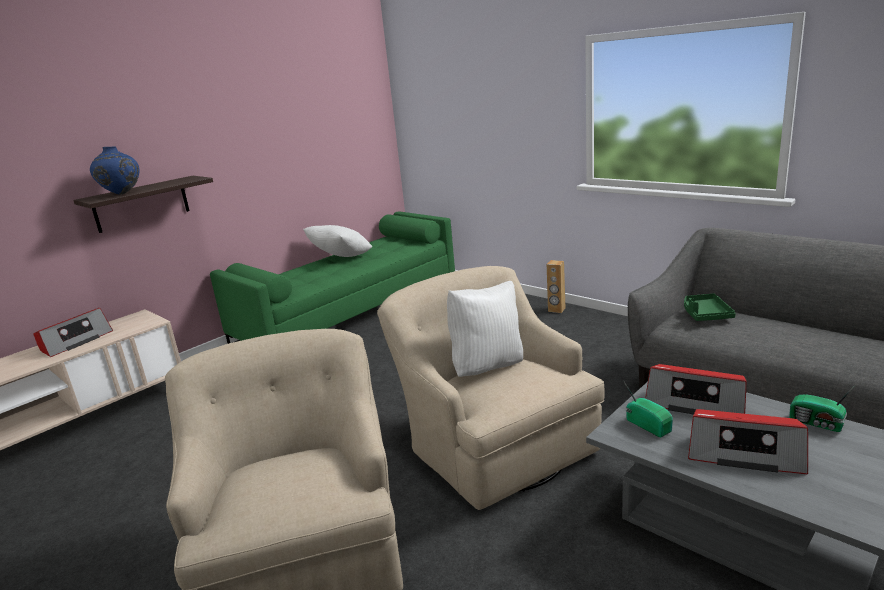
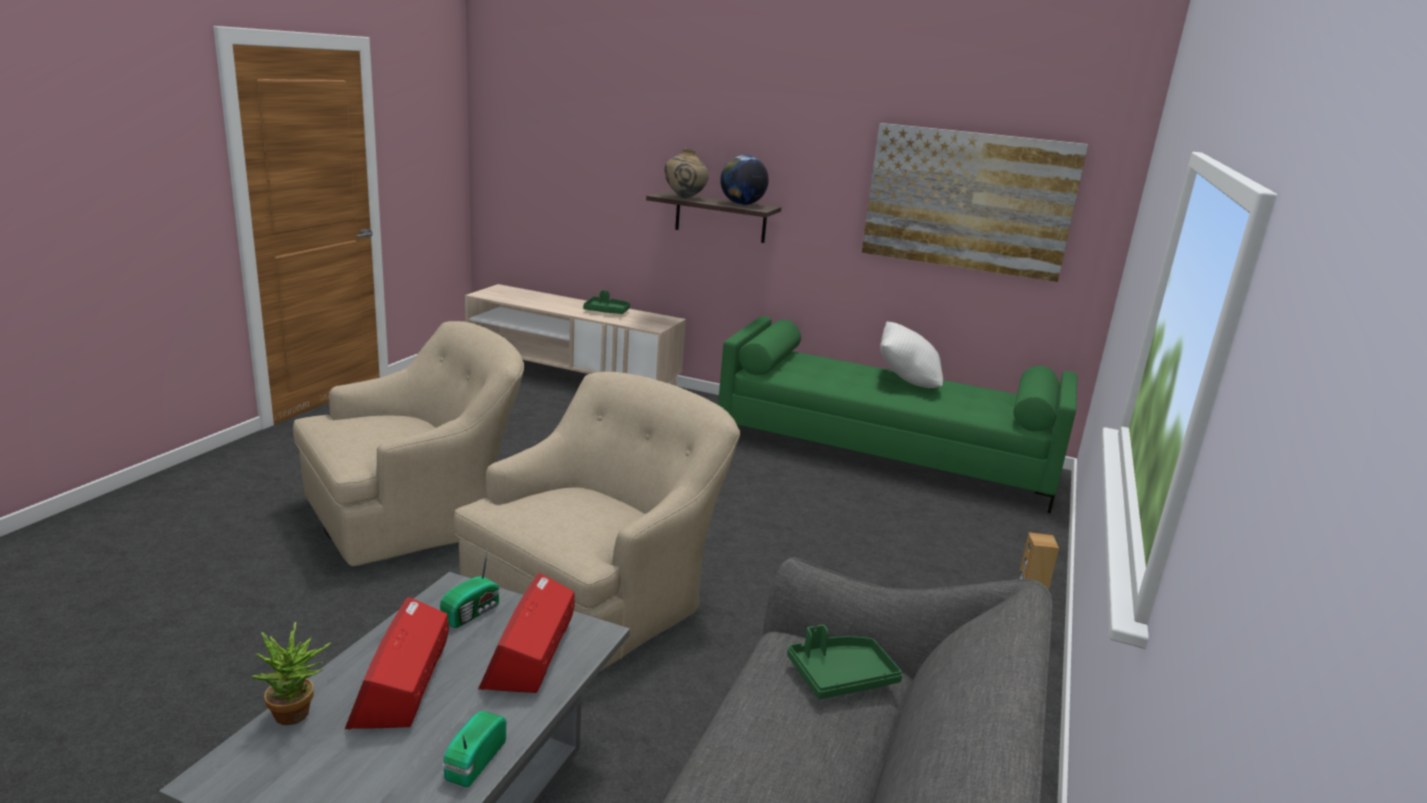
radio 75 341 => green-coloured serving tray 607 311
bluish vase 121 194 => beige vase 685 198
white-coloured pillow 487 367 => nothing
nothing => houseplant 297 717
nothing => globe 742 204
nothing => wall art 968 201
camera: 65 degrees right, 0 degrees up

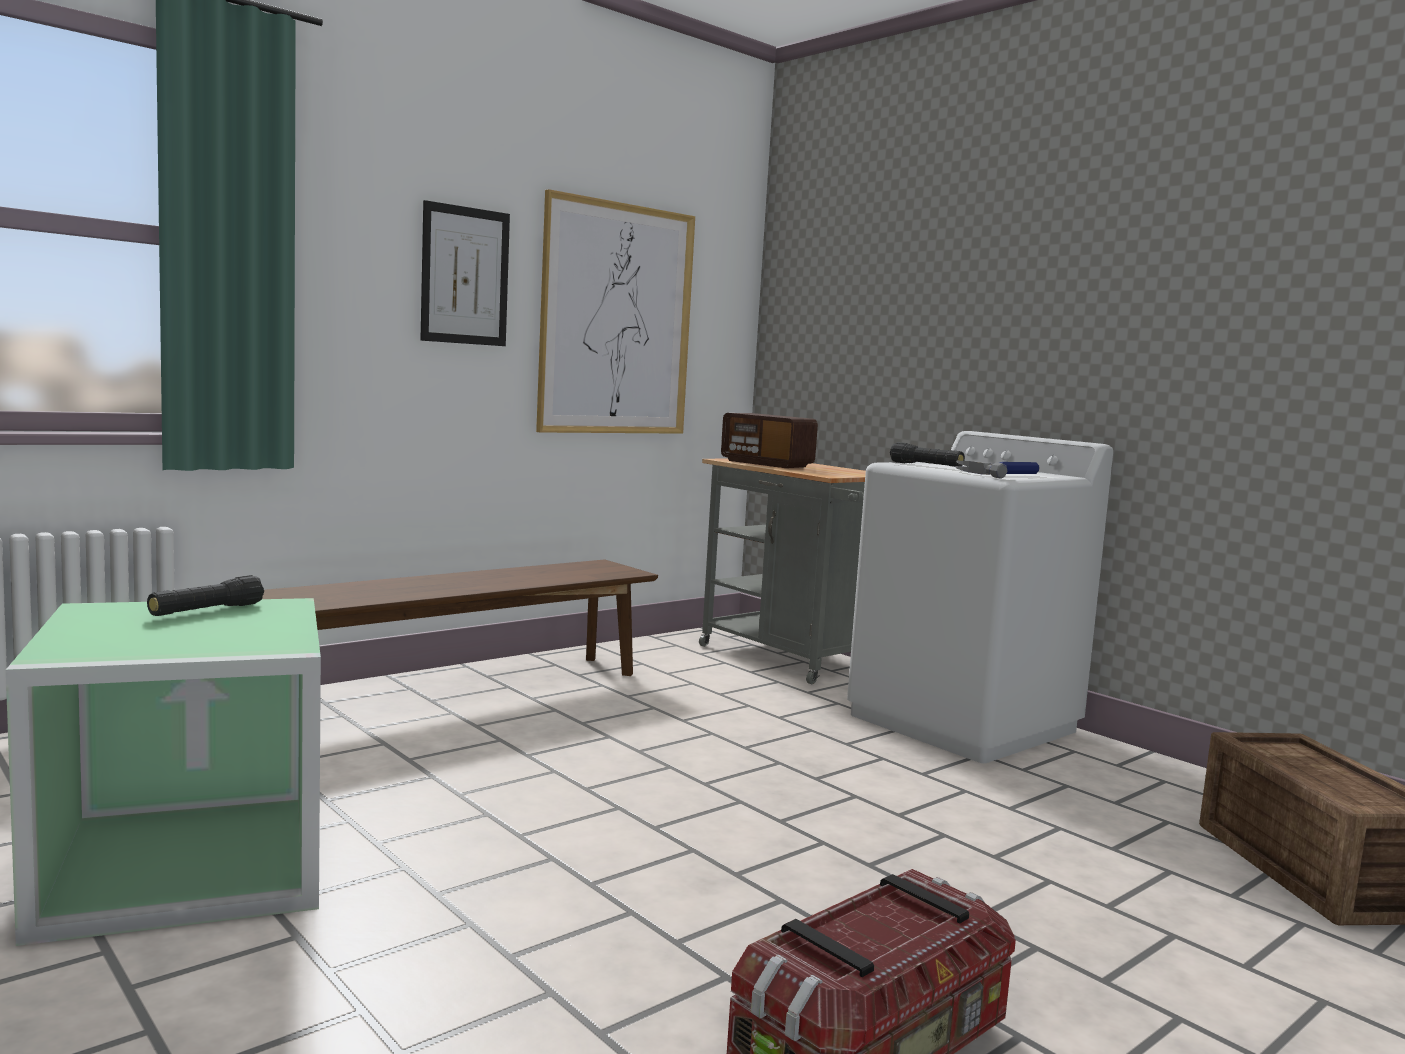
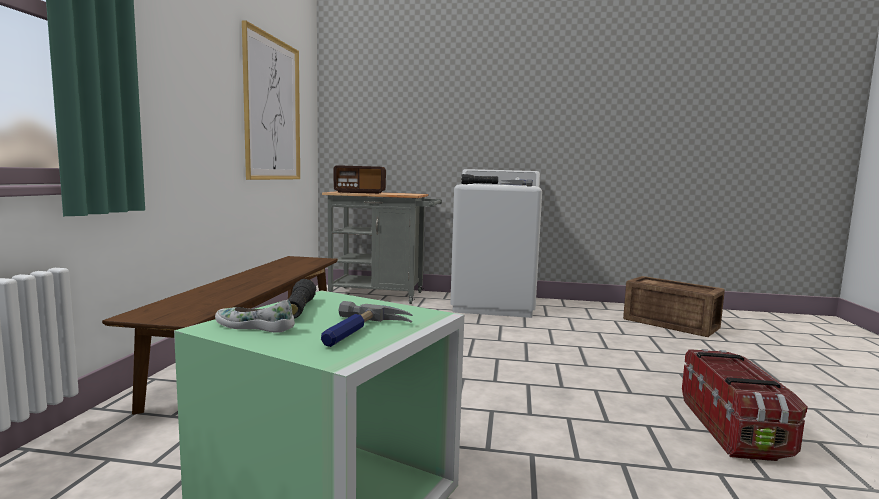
wall art 465 276 => nothing
nothing => white-coloured low shoe 255 326
nothing => hammer 358 332
camera: 40 degrees left, 0 degrees up

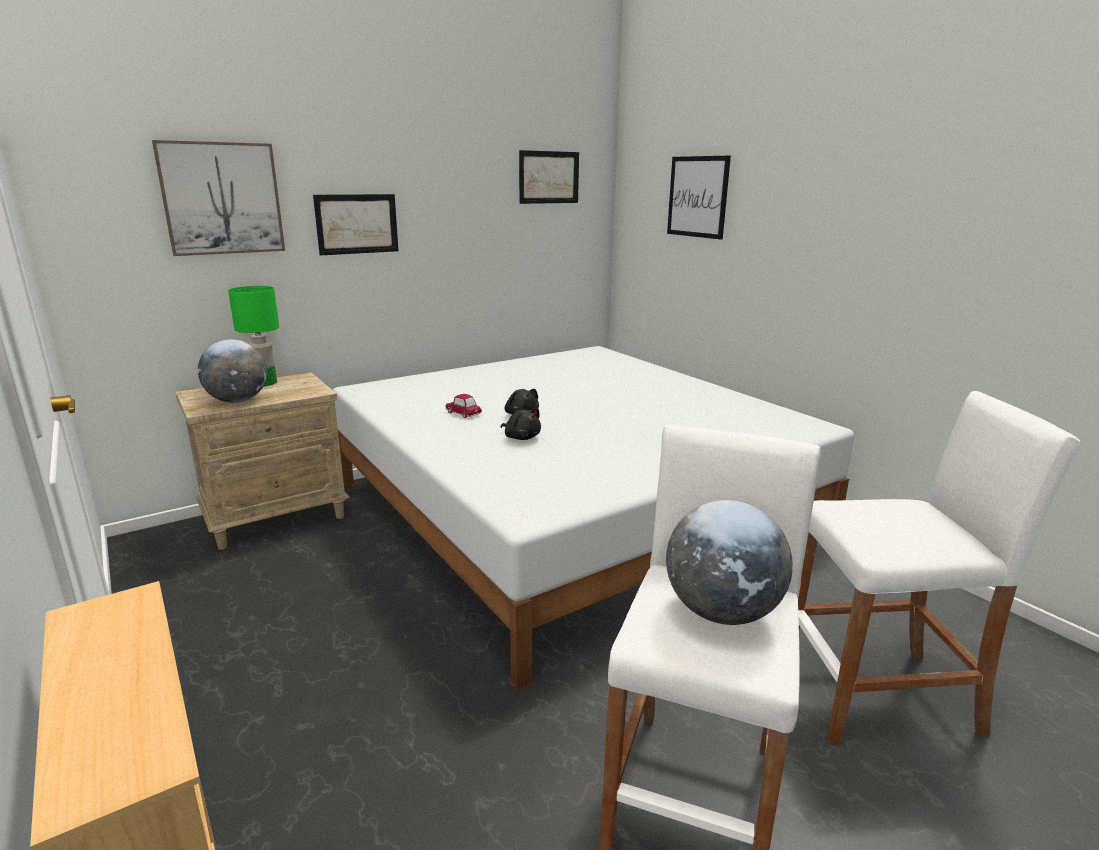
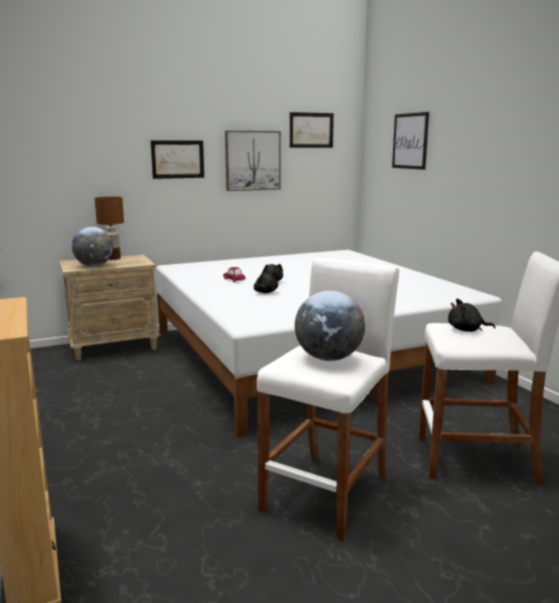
wall art 222 198 => wall art 252 160, move
green-coloured table lamp 265 383 => brown-coloured table lamp 113 258
nothing => black plush toy 466 330
camera: 10 degrees right, 5 degrees down

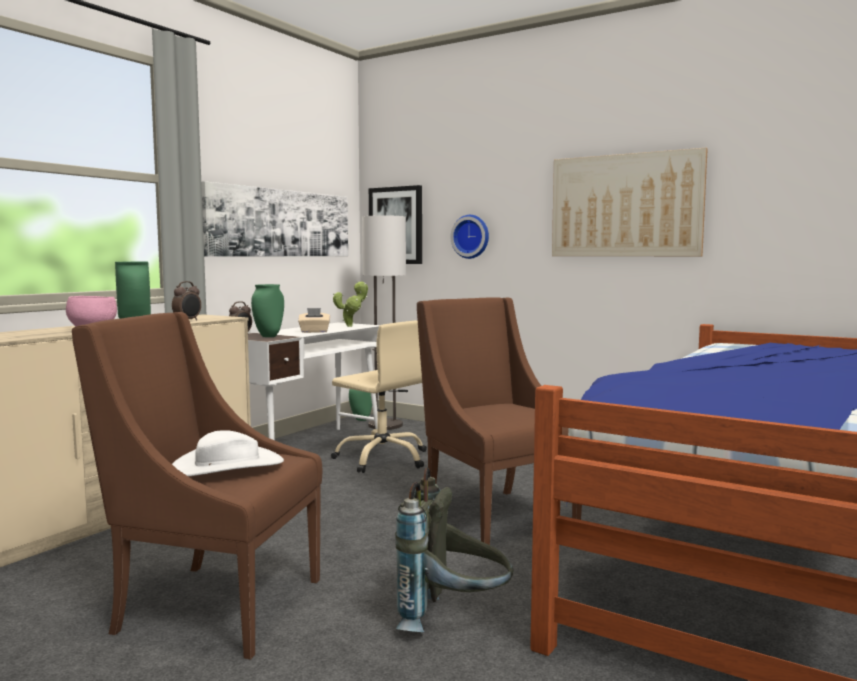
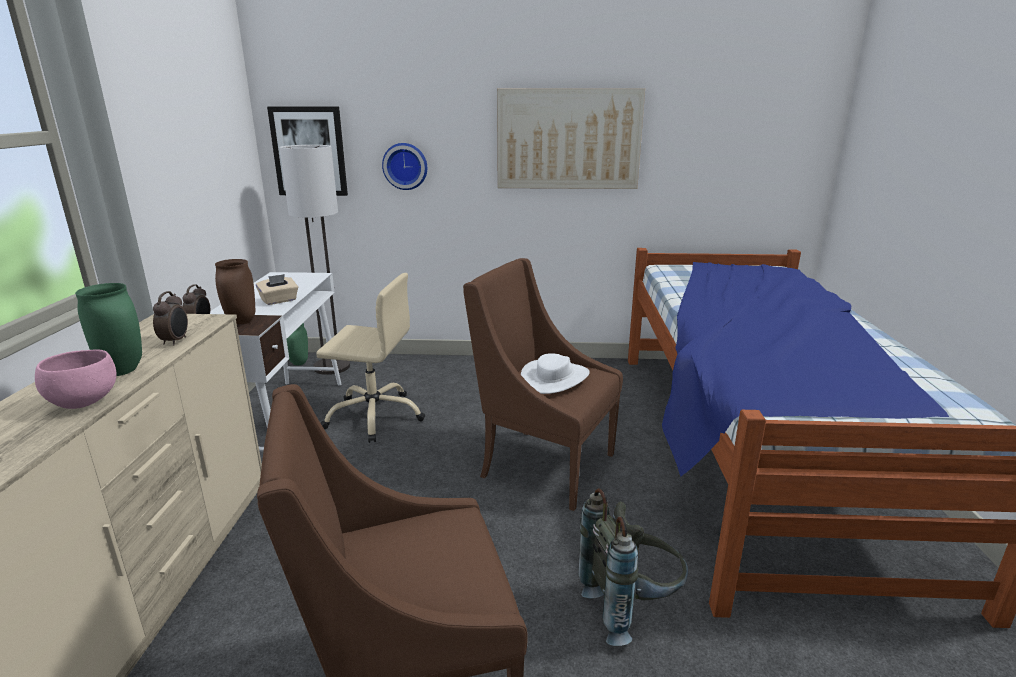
white-coloured hat 227 466 => white-coloured hat 555 378, move
wall art 281 223 => nothing
green-coloured vase 268 336 => brown-coloured vase 241 322
houseplant 351 326 => nothing
camera: 30 degrees left, 15 degrees up

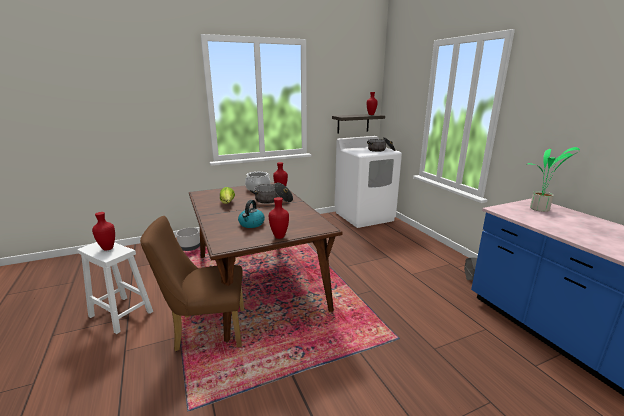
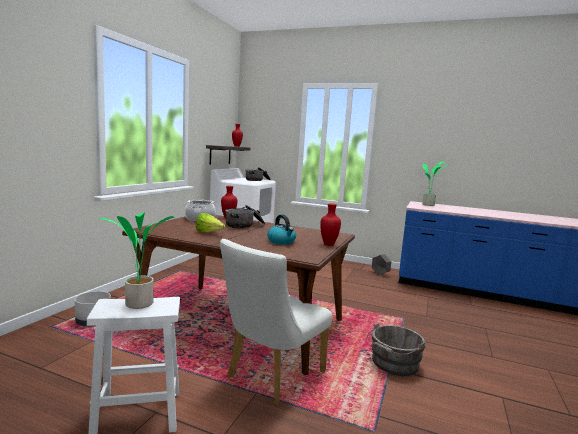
red vase 108 248 => houseplant 137 305
brown-coloured plain chair 205 330 => white-coloured plain chair 271 377
nothing => greyish pail 393 364
camera: 45 degrees left, 10 degrees down

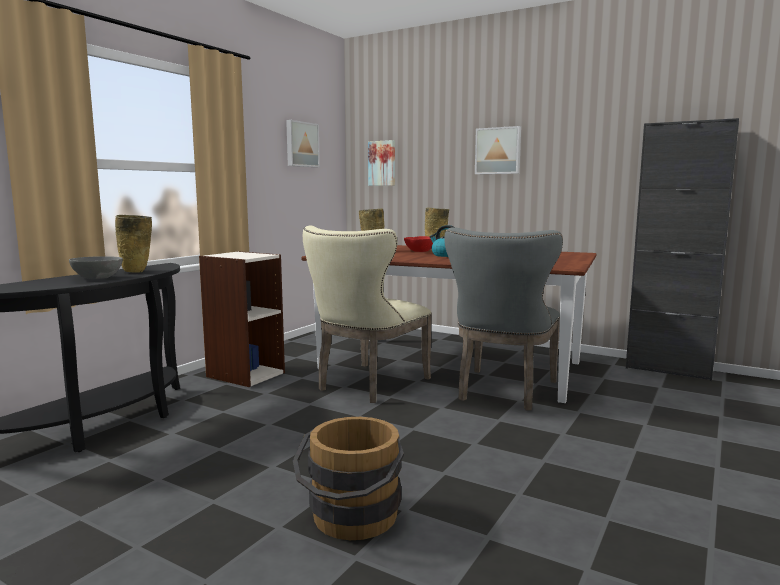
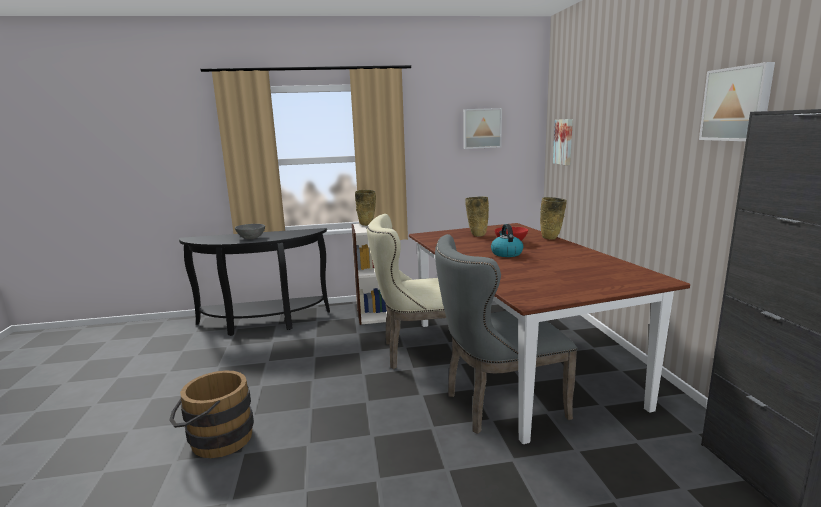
beige vase 136 272 => beige vase 366 225, move
wall art 498 151 => wall art 737 104, move
camera: 50 degrees right, 5 degrees up

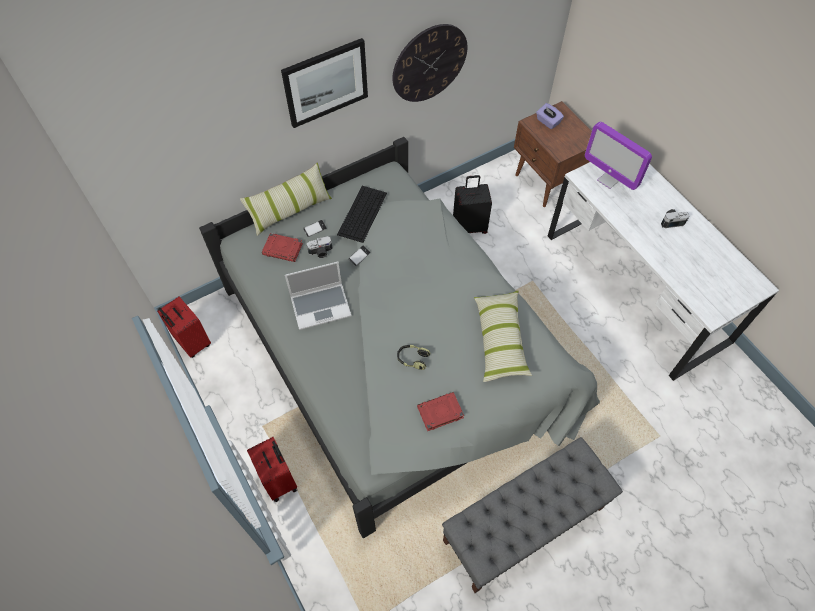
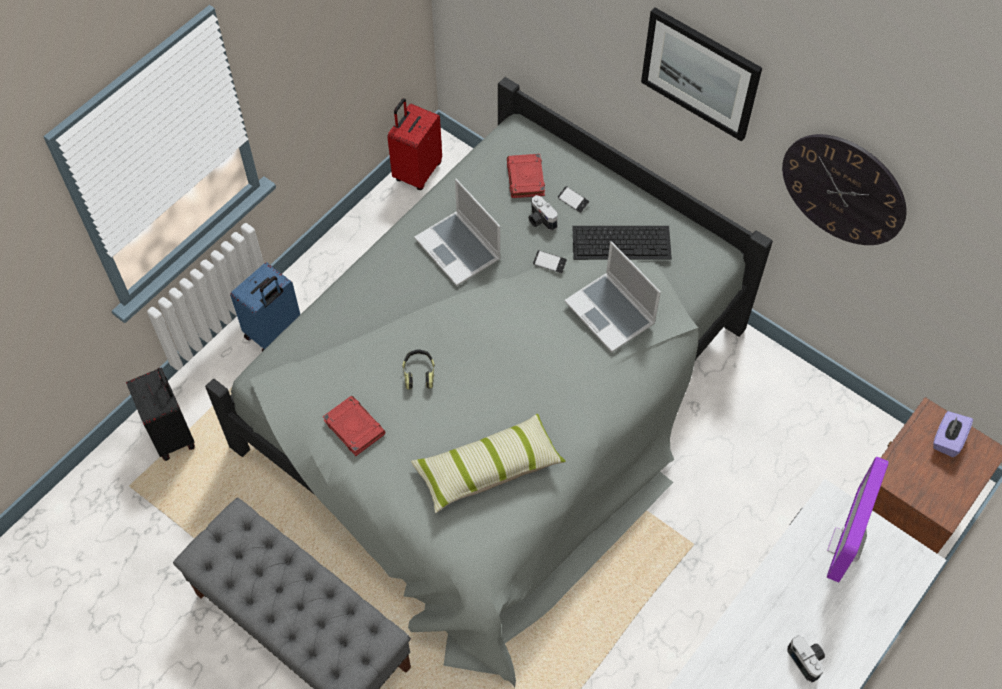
pillow 290 210 => nothing
red travel case 280 479 => bluish travel case 274 332
black travel case 470 226 => black travel case 173 434, move
nothing => laptop 611 313
camera: 70 degrees right, 0 degrees up

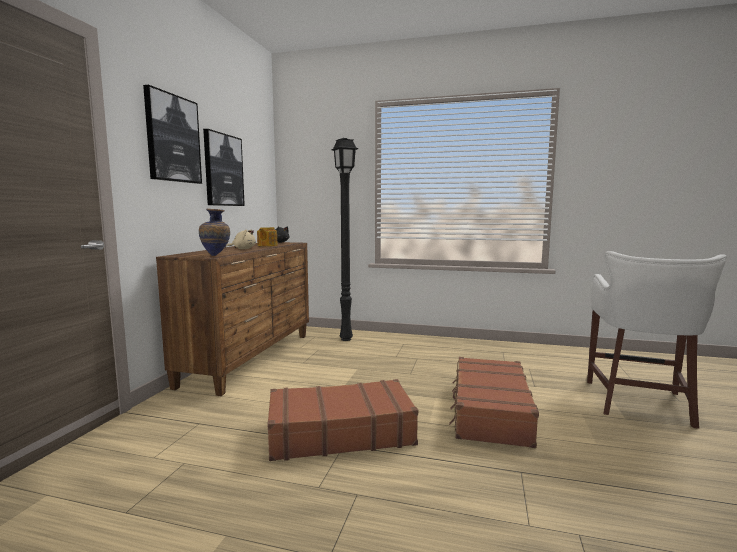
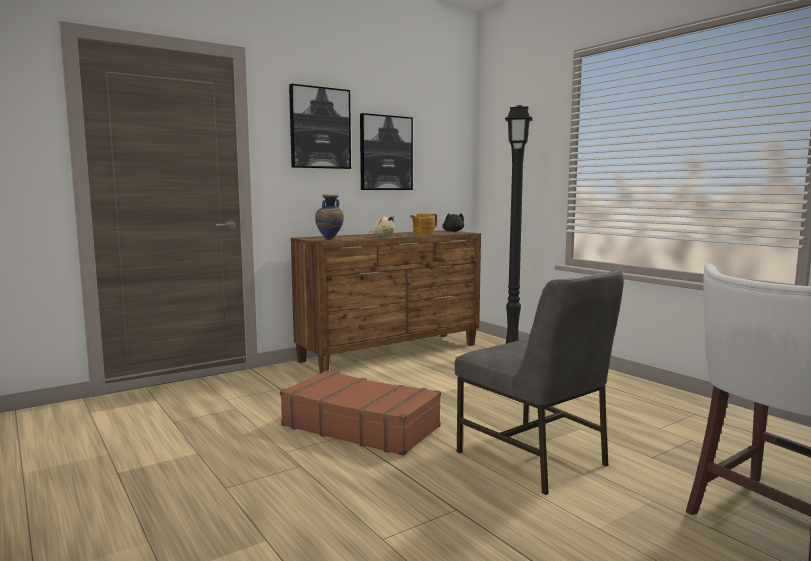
brown-coloured travel case 489 411 => greyish plain chair 534 459
camera: 40 degrees right, 0 degrees up

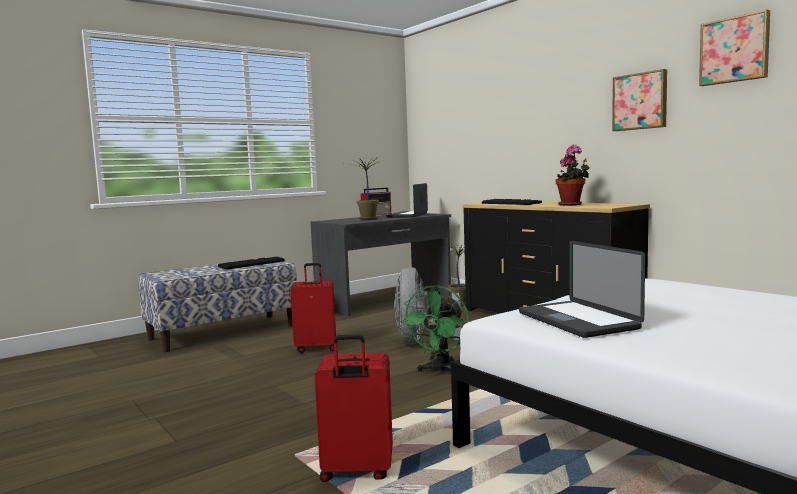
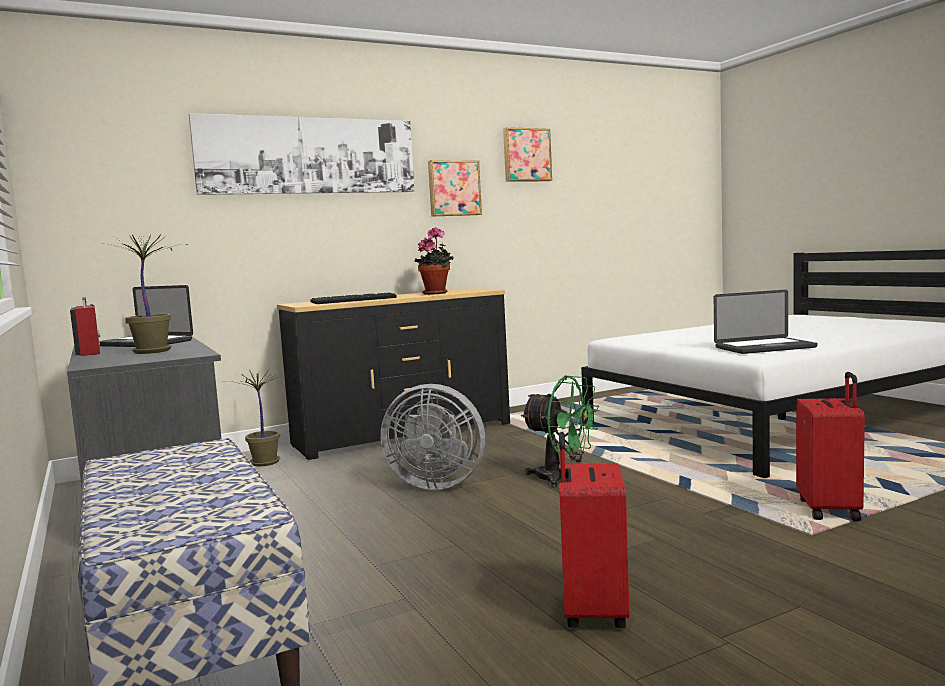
computer keyboard 252 264 => nothing
red travel case 316 348 => red travel case 592 612, move
nothing => wall art 309 156
camera: 80 degrees left, 0 degrees up

